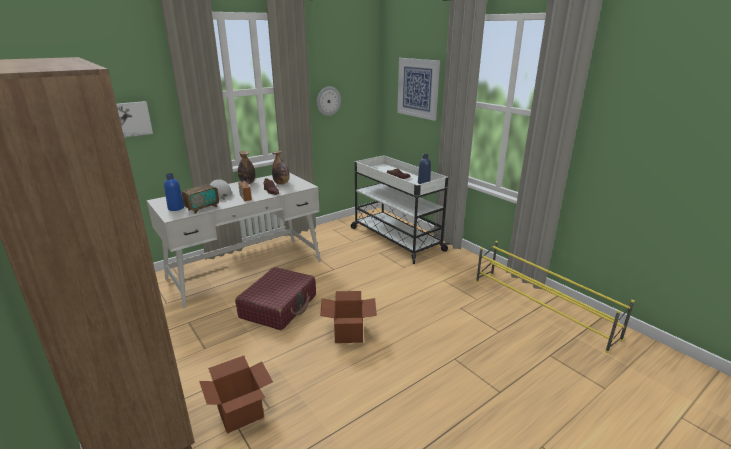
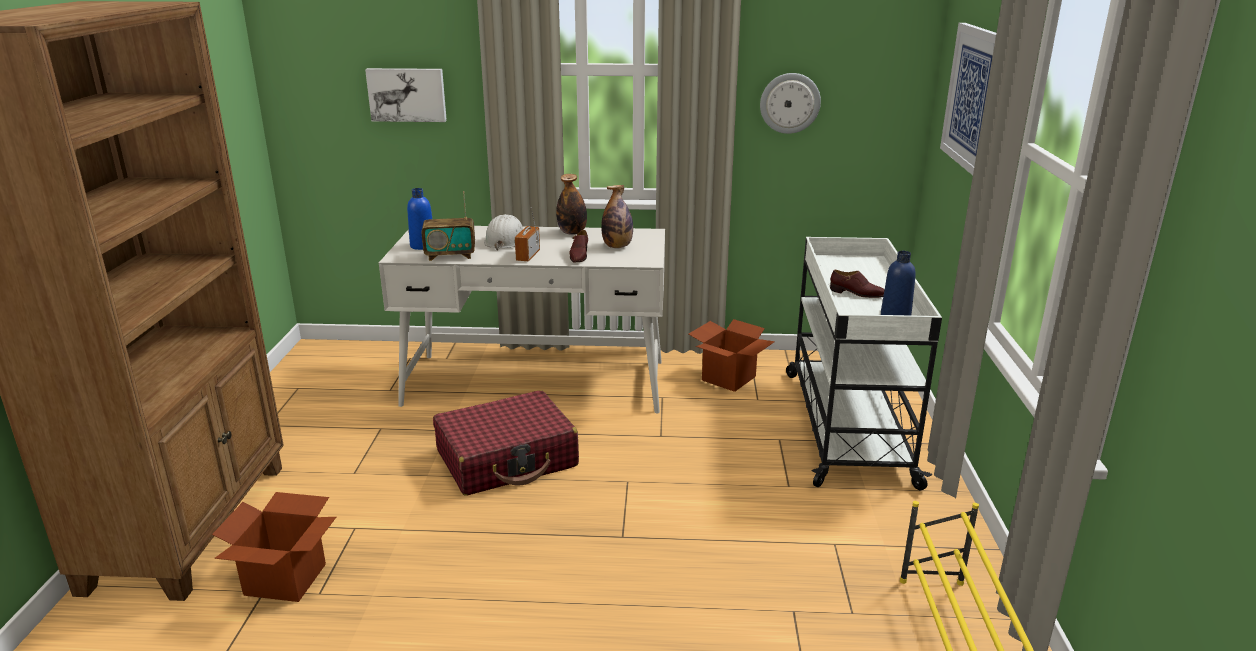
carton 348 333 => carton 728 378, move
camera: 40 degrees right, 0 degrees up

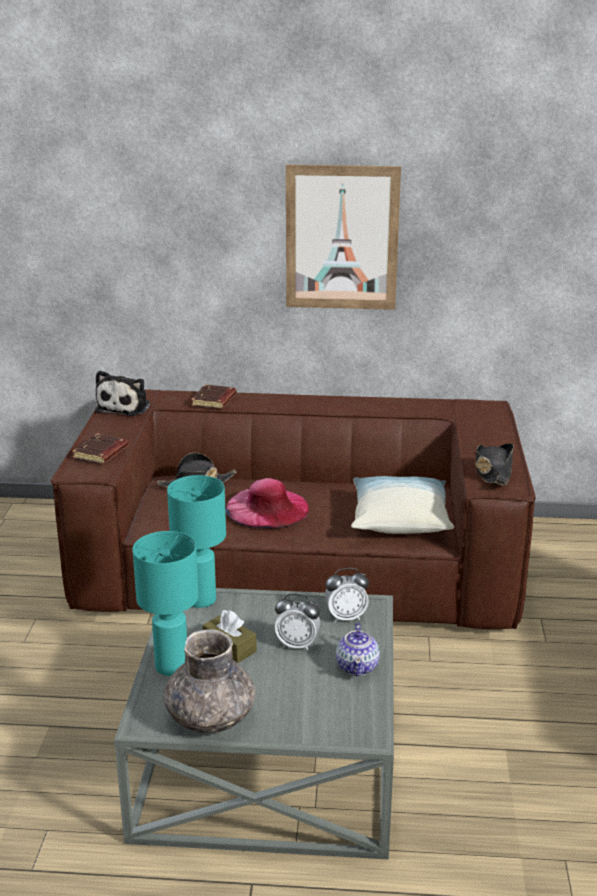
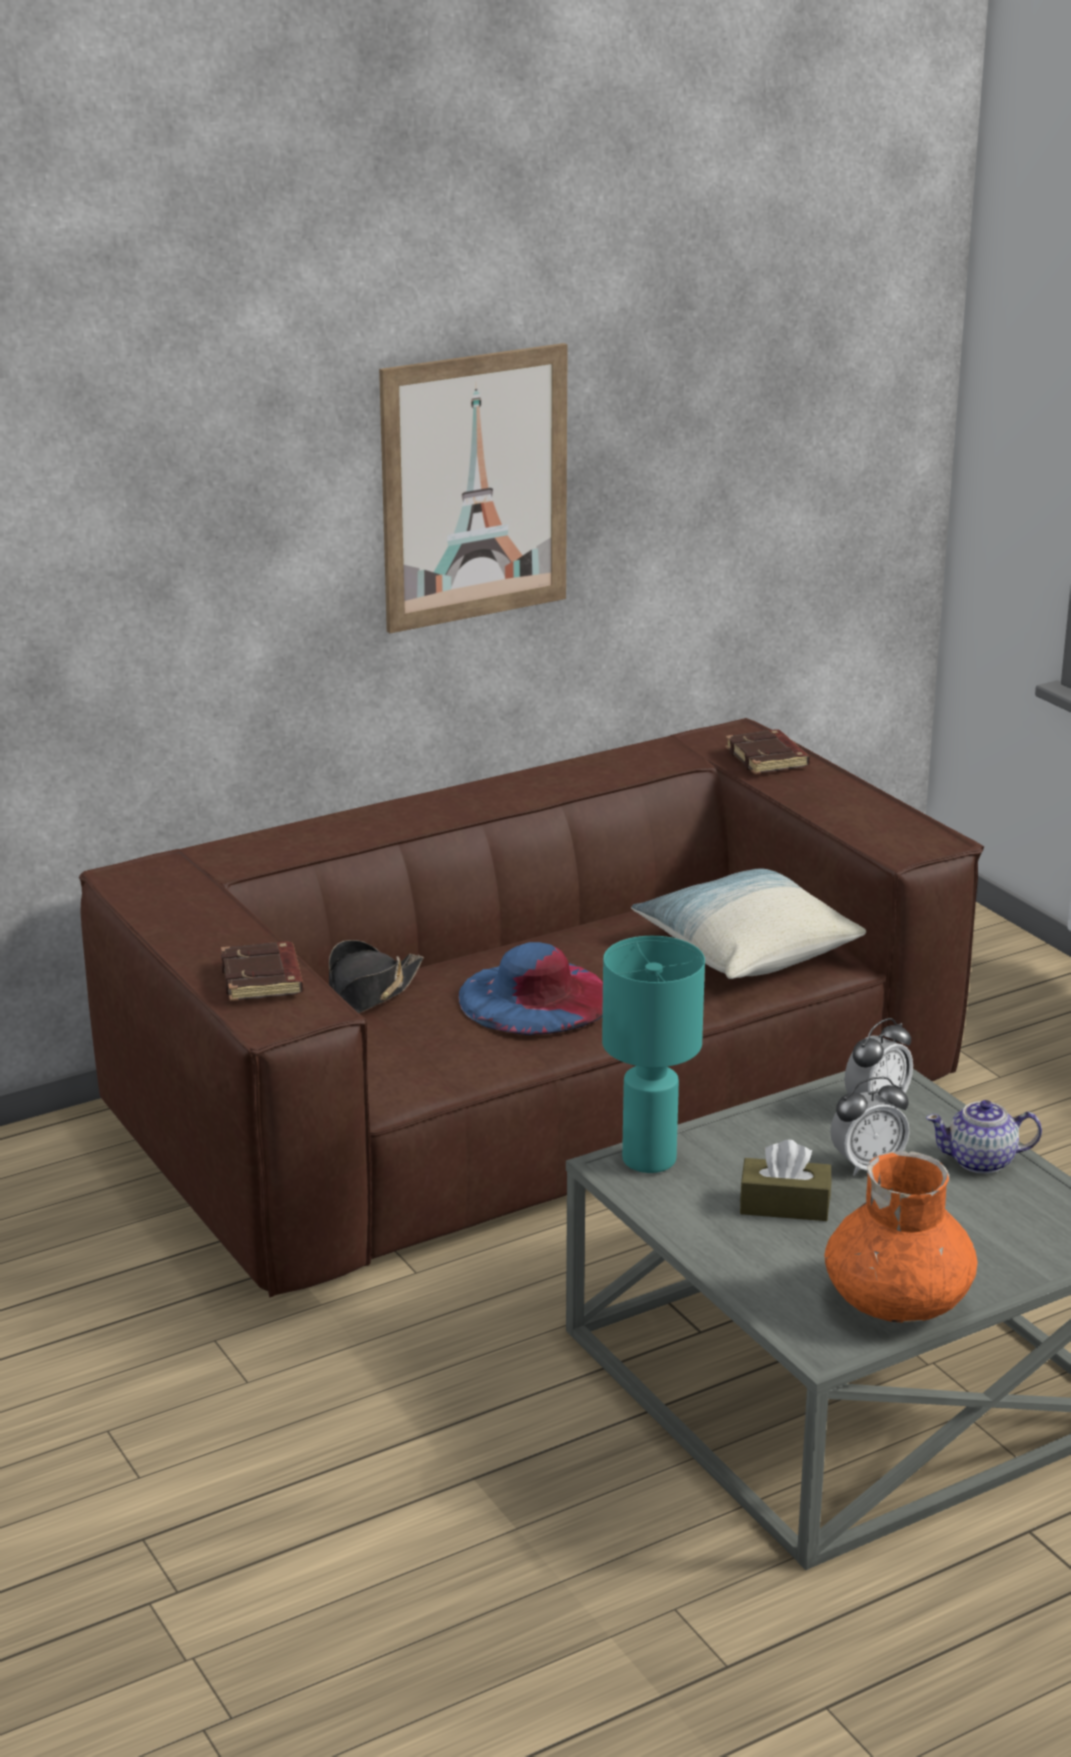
plush toy 125 407 => nothing
blue-green table lamp 172 666 => nothing
greyish vase 210 718 => orange vase 898 1301
brown-coloured bound book 214 401 => brown-coloured bound book 768 758, move
pink-coloured hat 267 508 => bluish hat 535 997
teapot 358 666 => teapot 981 1161, 120 degrees clockwise
black hat 493 471 => nothing
camera: 35 degrees left, 0 degrees up

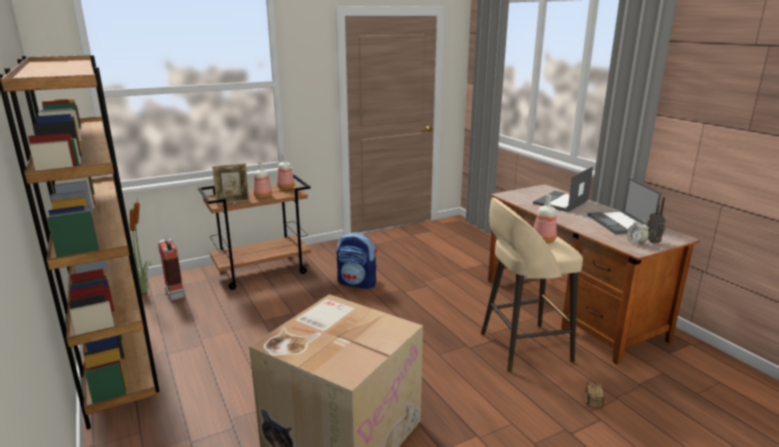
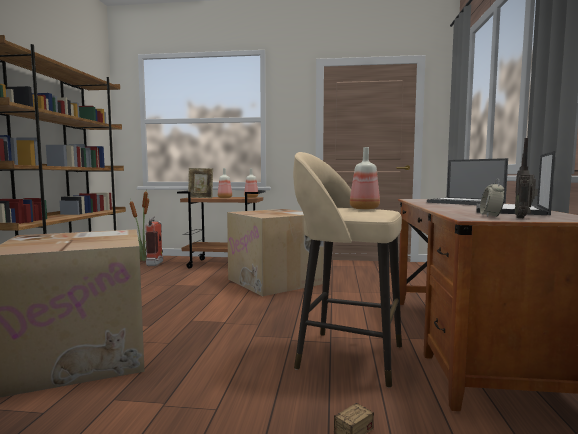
backpack 357 283 => carton 276 281
laptop 561 202 => laptop 466 203, 120 degrees counterclockwise
camera: 35 degrees right, 15 degrees down

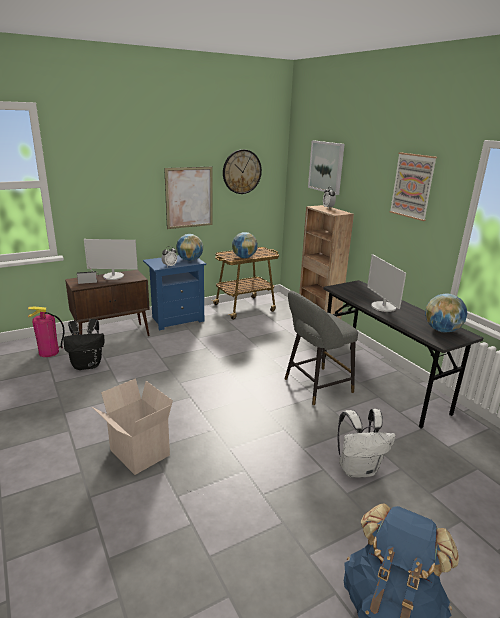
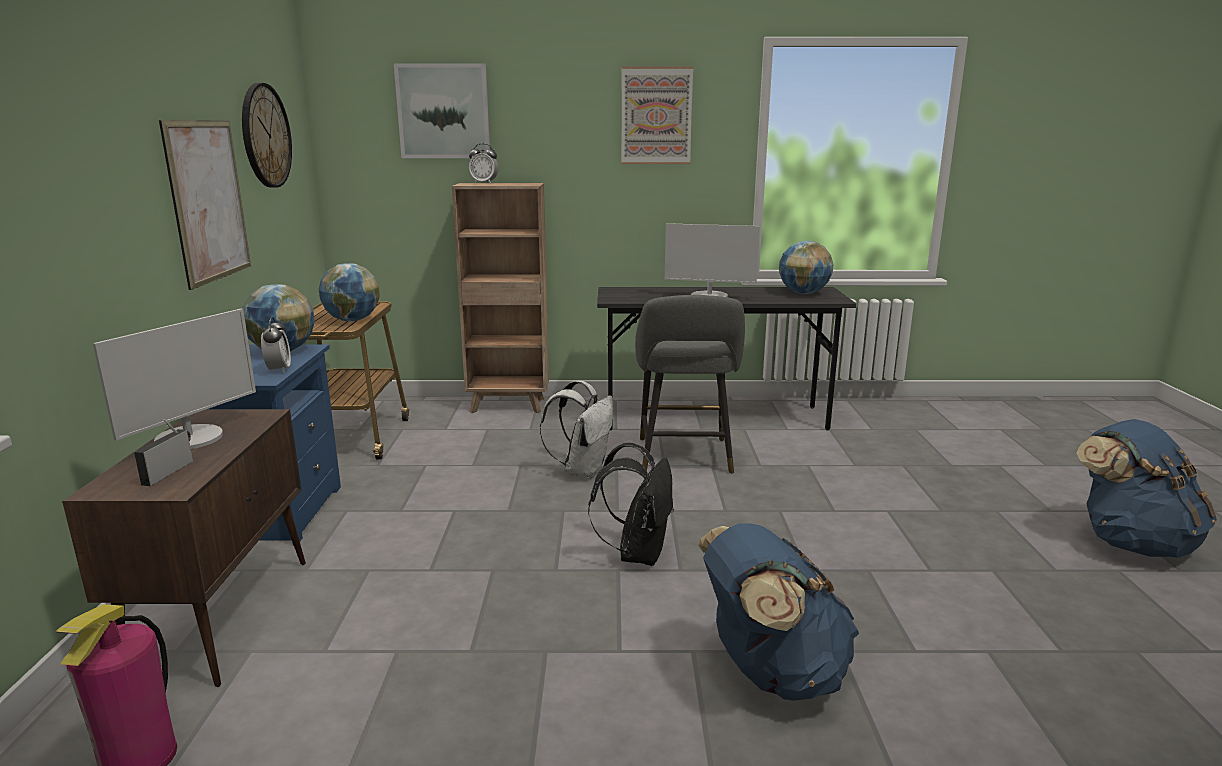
black backpack 87 365 => black backpack 638 553, move
carton 137 453 => bluish backpack 771 672
white-coloured backpack 358 469 => white-coloured backpack 583 470, move
camera: 60 degrees left, 5 degrees down

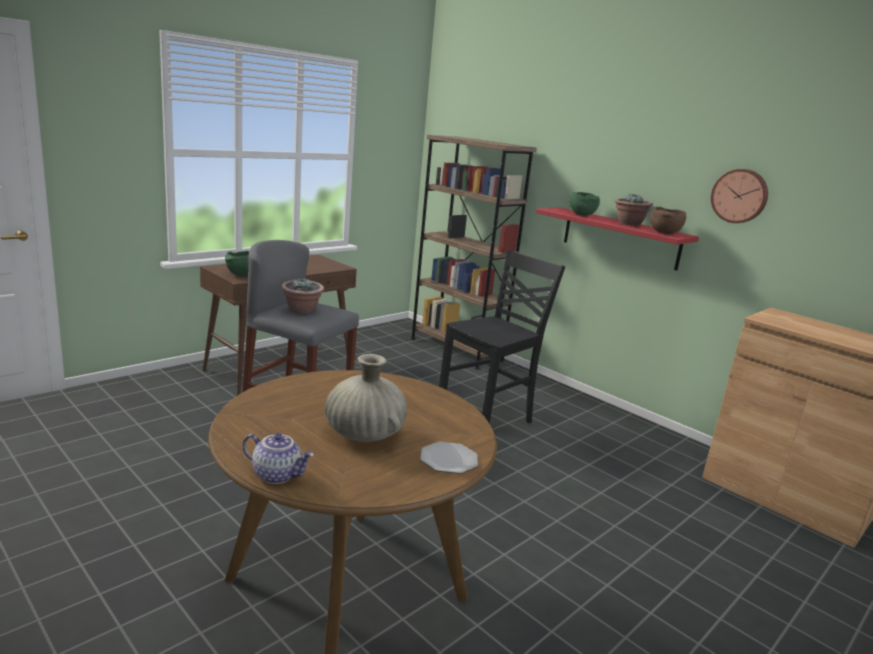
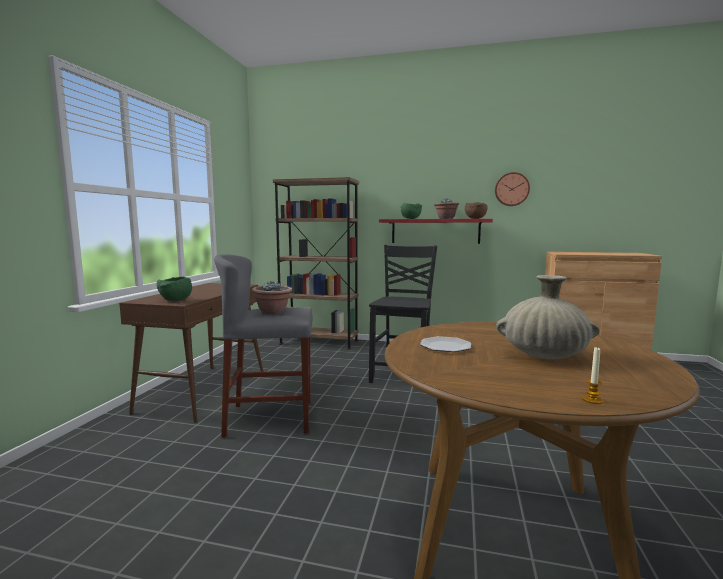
teapot 278 475 => wax light 592 400
dinner plate 448 459 => dinner plate 445 346, move
camera: 30 degrees left, 10 degrees down

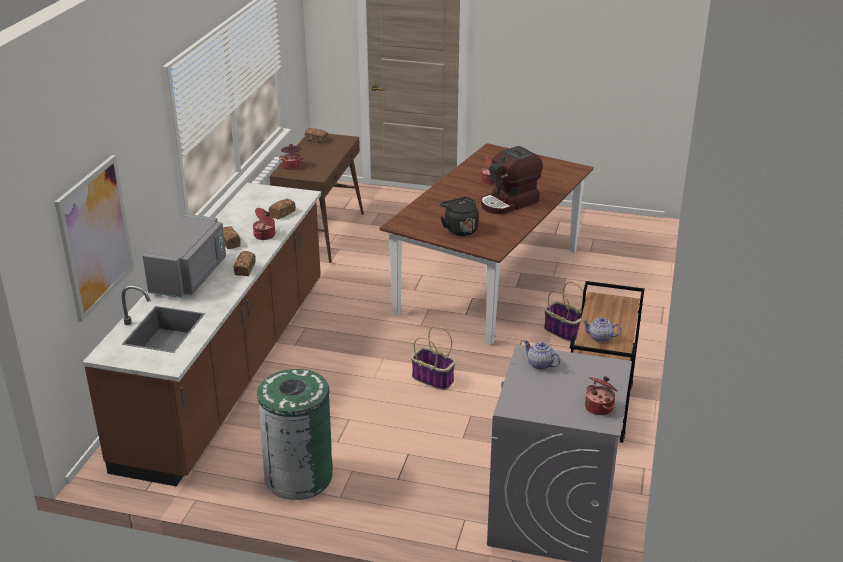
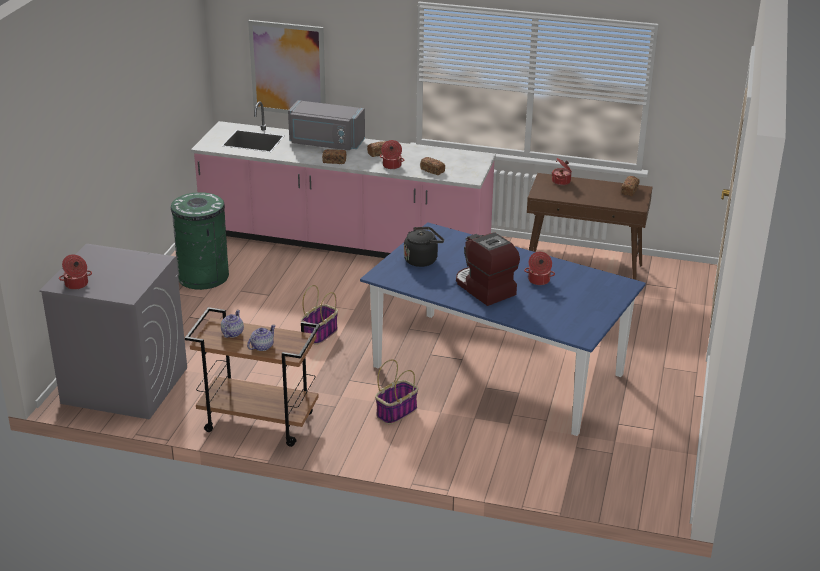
brown-coloured counter 229 369 => pink-coloured counter 345 242
brown-coloured kitchen table 489 281 => bluish kitchen table 497 371
teapot 540 364 => teapot 262 347, move
camera: 90 degrees right, 0 degrees up

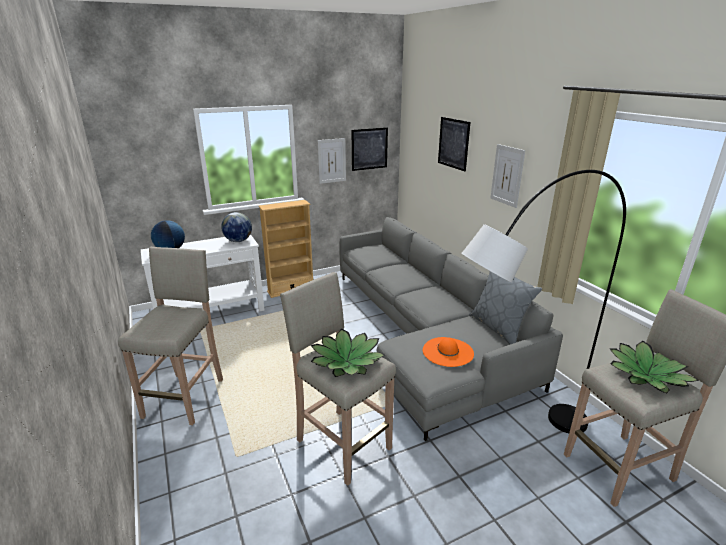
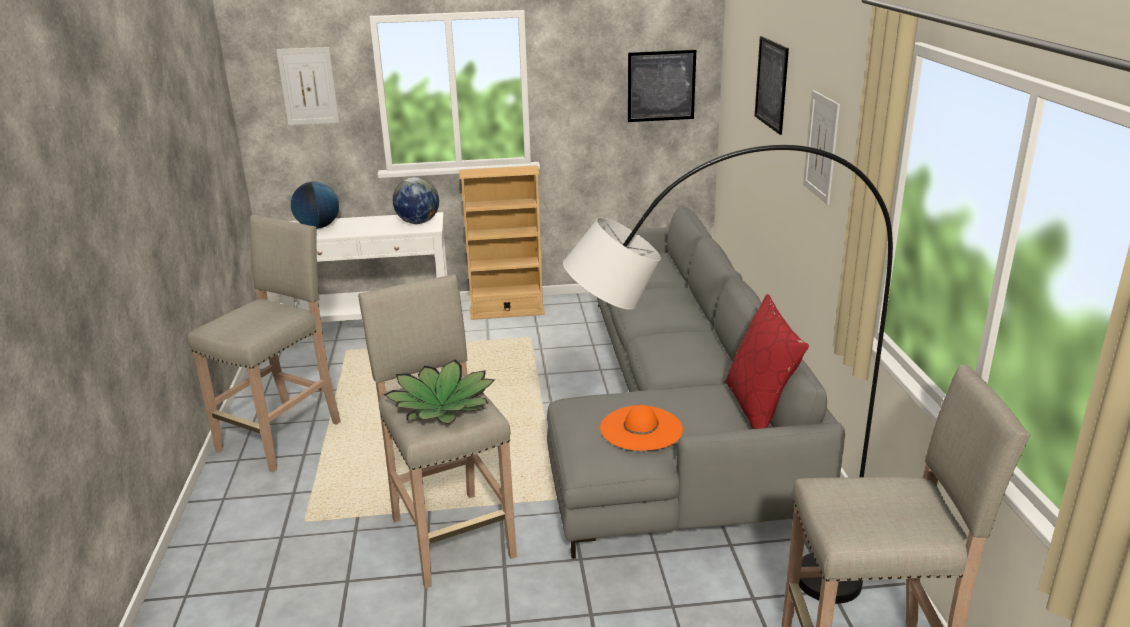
wall art 332 161 => wall art 308 86, move
greyish pillow 498 328 => red pillow 759 409
houseplant 647 375 => nothing
camera: 20 degrees right, 0 degrees up

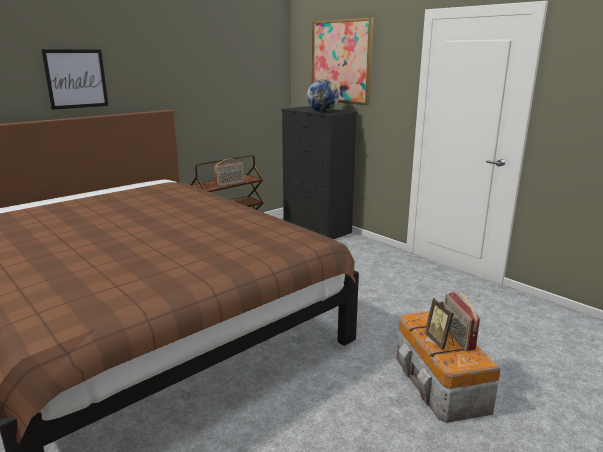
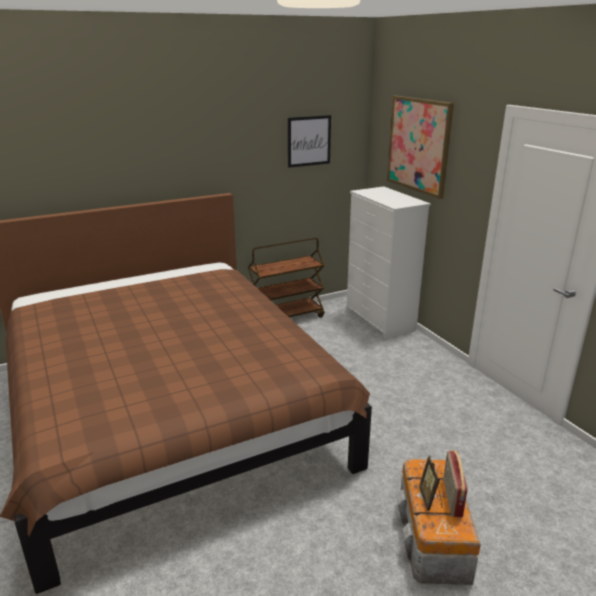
wall art 76 79 => wall art 309 141, move
radio 230 184 => nothing
black chest of drawers 317 228 => white-coloured chest of drawers 380 320
globe 322 112 => nothing
camera: 15 degrees right, 5 degrees up

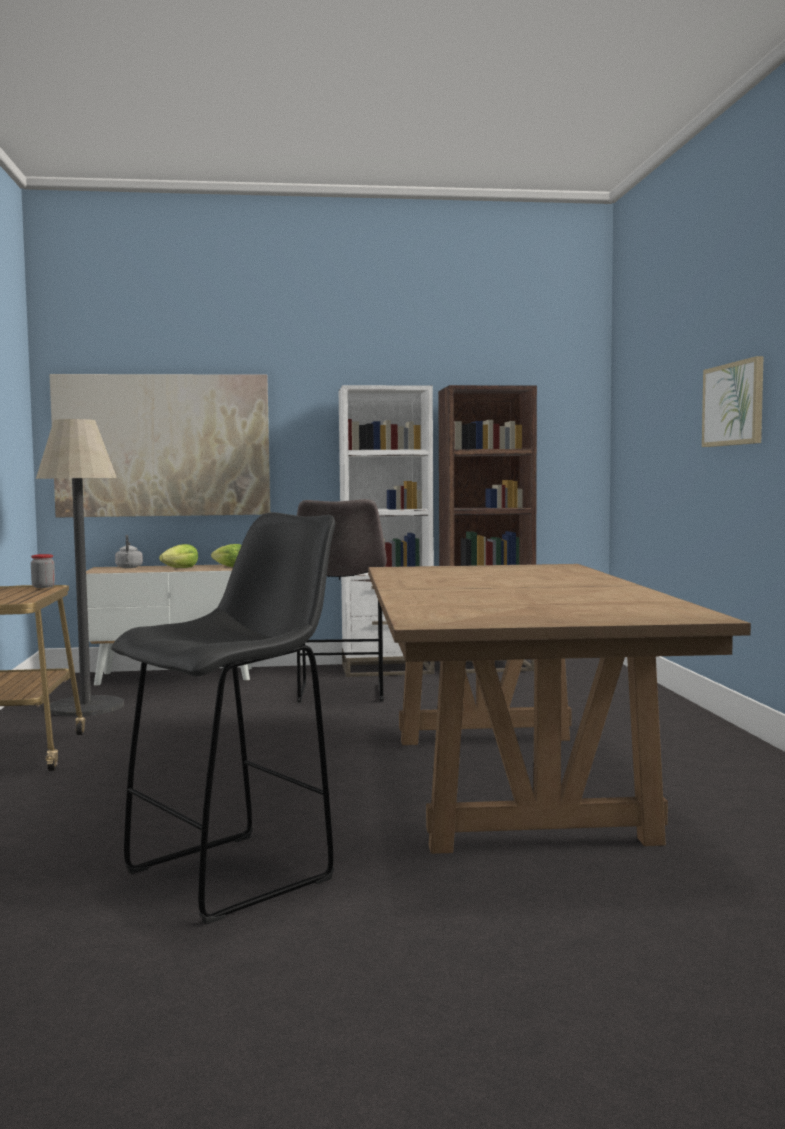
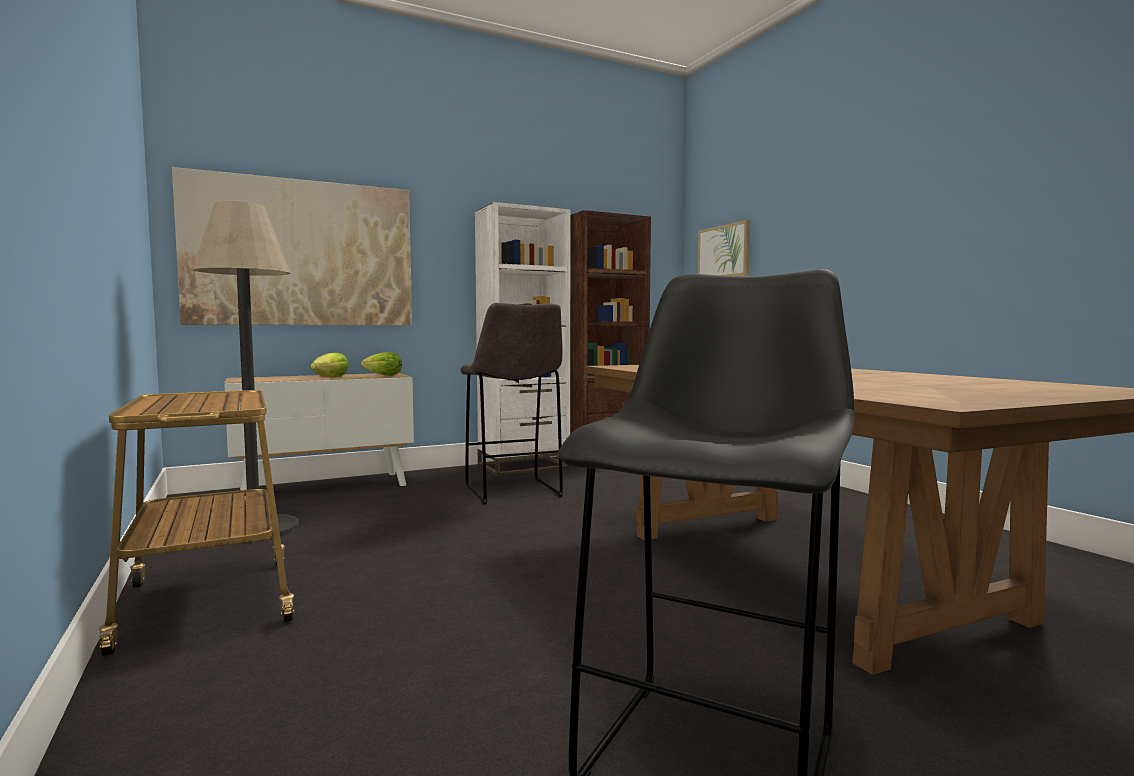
preserve jar 43 587 => nothing
greyish water kettle 129 567 => nothing
wall art 733 404 => wall art 724 252, move
camera: 20 degrees left, 0 degrees up

